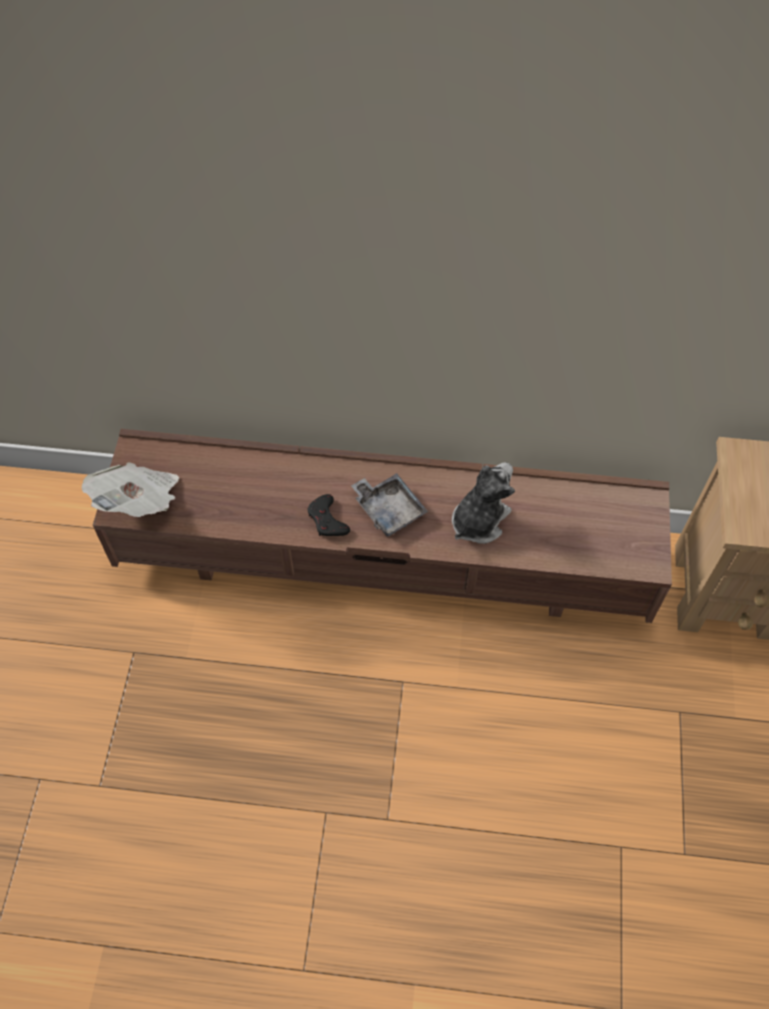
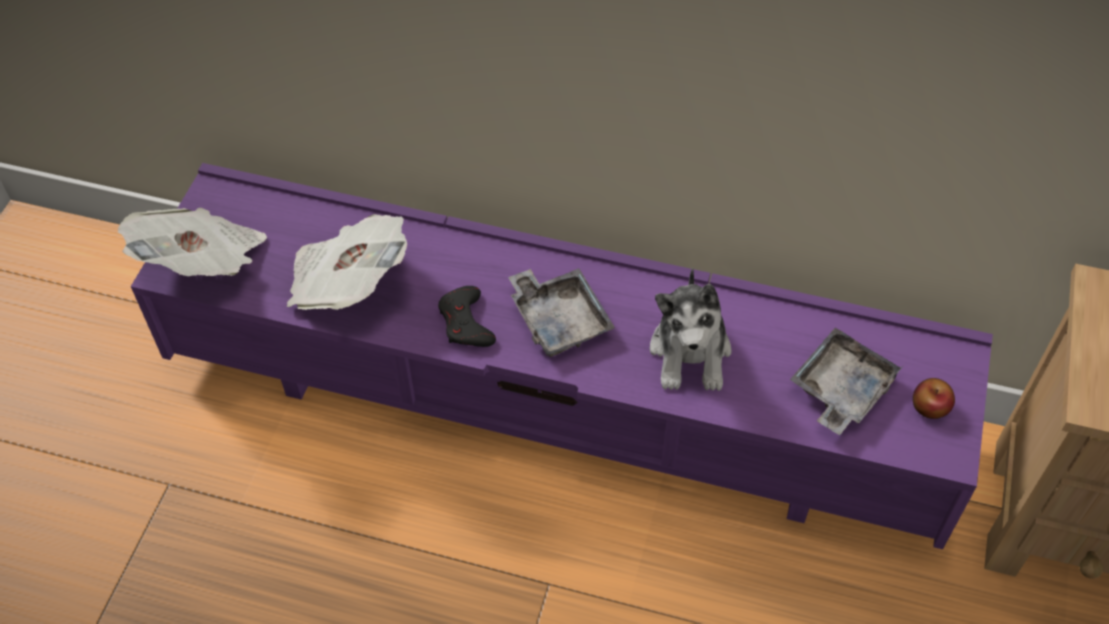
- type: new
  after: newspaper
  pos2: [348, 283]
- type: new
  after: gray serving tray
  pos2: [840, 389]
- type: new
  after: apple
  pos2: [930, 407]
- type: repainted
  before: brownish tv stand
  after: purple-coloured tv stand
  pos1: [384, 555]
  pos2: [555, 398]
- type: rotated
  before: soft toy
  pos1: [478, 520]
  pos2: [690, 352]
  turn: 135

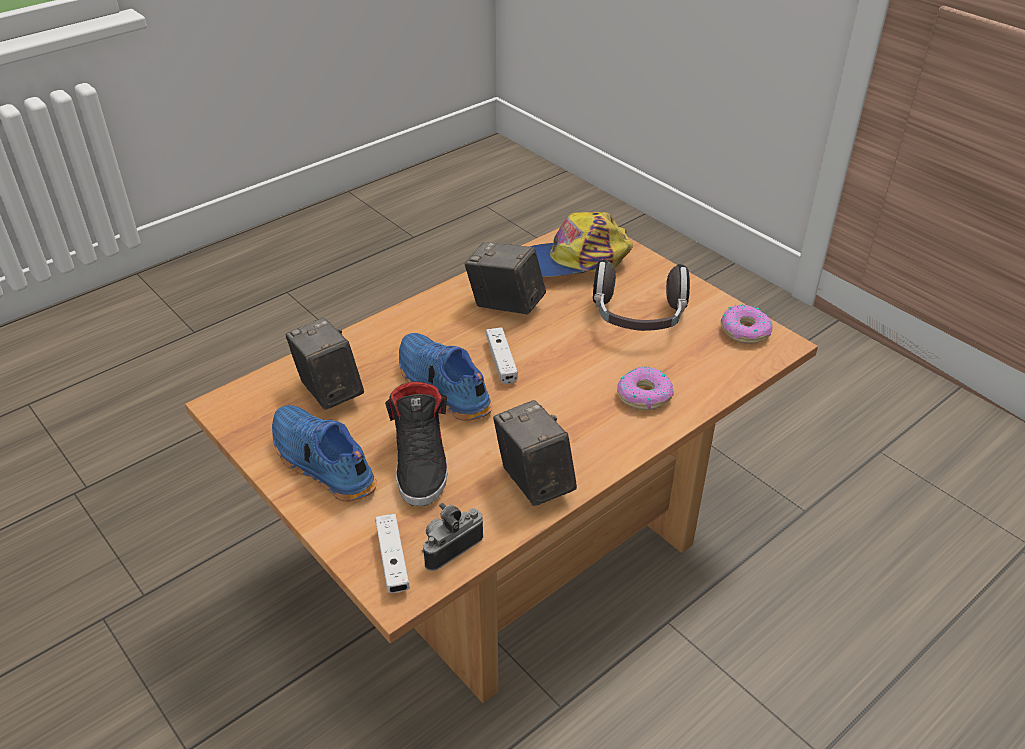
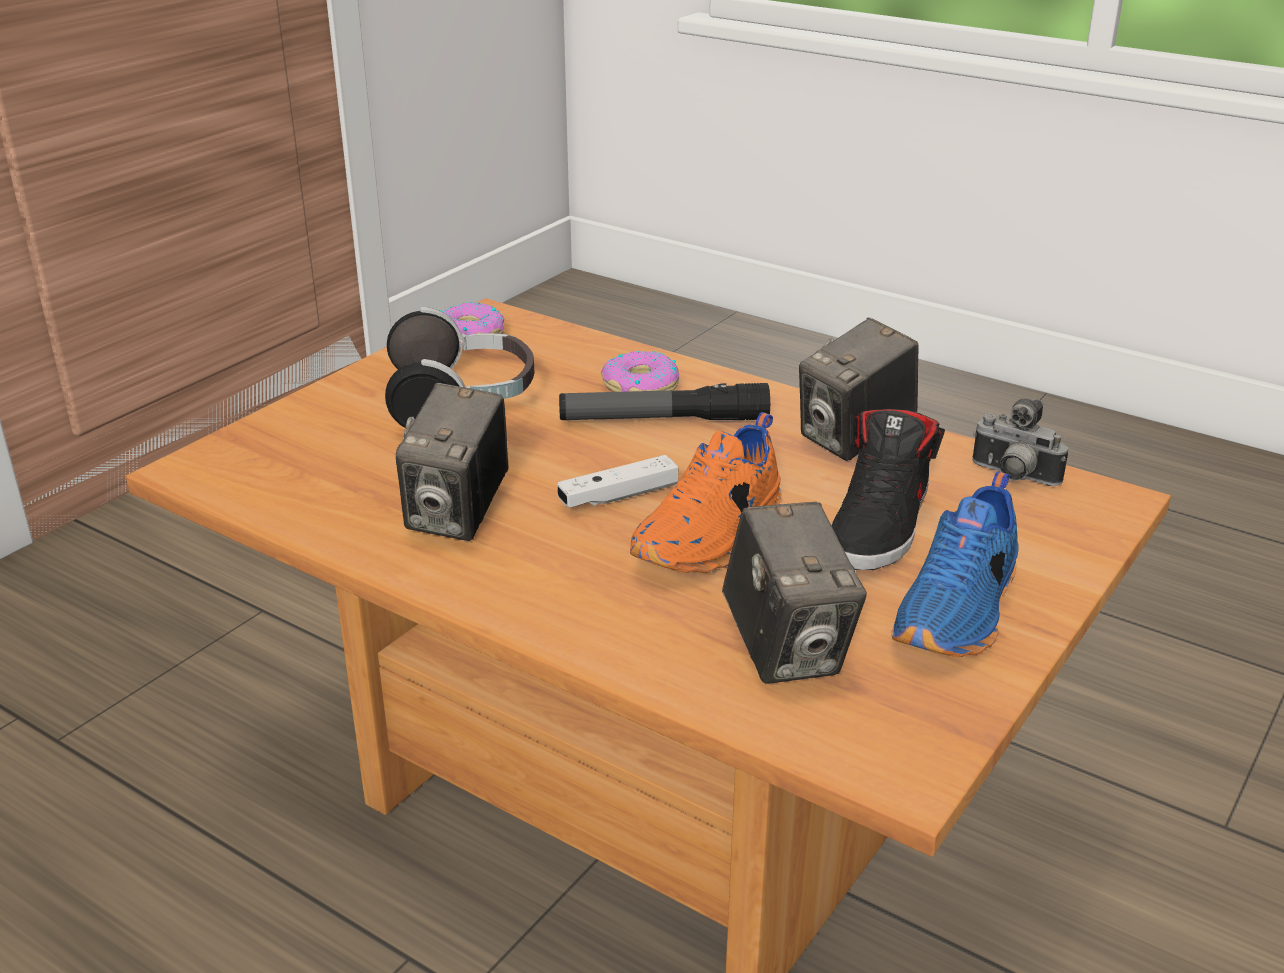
- type: gone
  before: whitish gamepad
  pos1: [392, 560]
- type: gone
  before: baseball cap
  pos1: [576, 260]
- type: new
  after: flashlight
  pos2: [663, 420]
- type: repainted
  before: bluish item of footwear
  after: orange item of footwear
  pos1: [442, 388]
  pos2: [712, 537]
- type: rotated
  before: still camera
  pos1: [329, 391]
  pos2: [787, 649]
  turn: -60
- type: rotated
  before: blackish item of footwear
  pos1: [421, 460]
  pos2: [881, 525]
  turn: 135

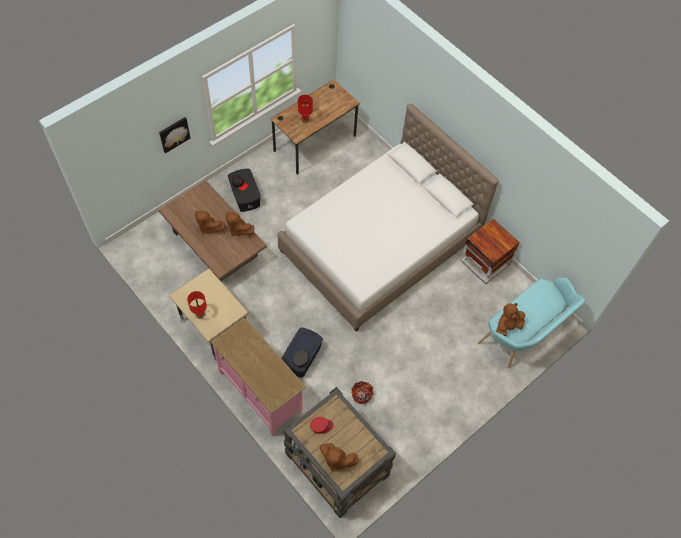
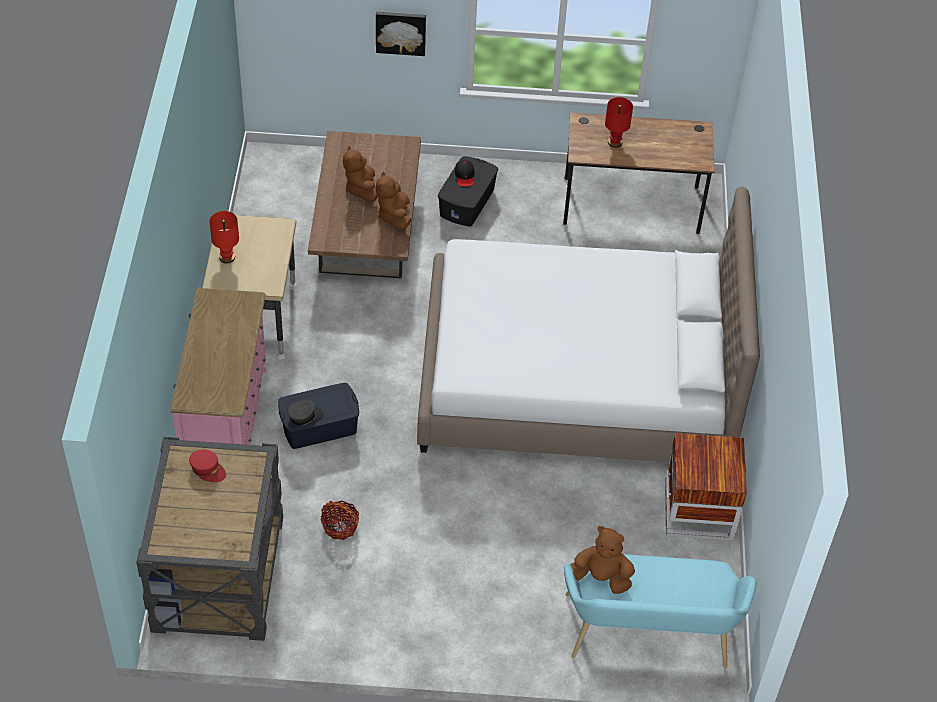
- type: gone
  before: brownish soft toy
  pos1: [336, 459]

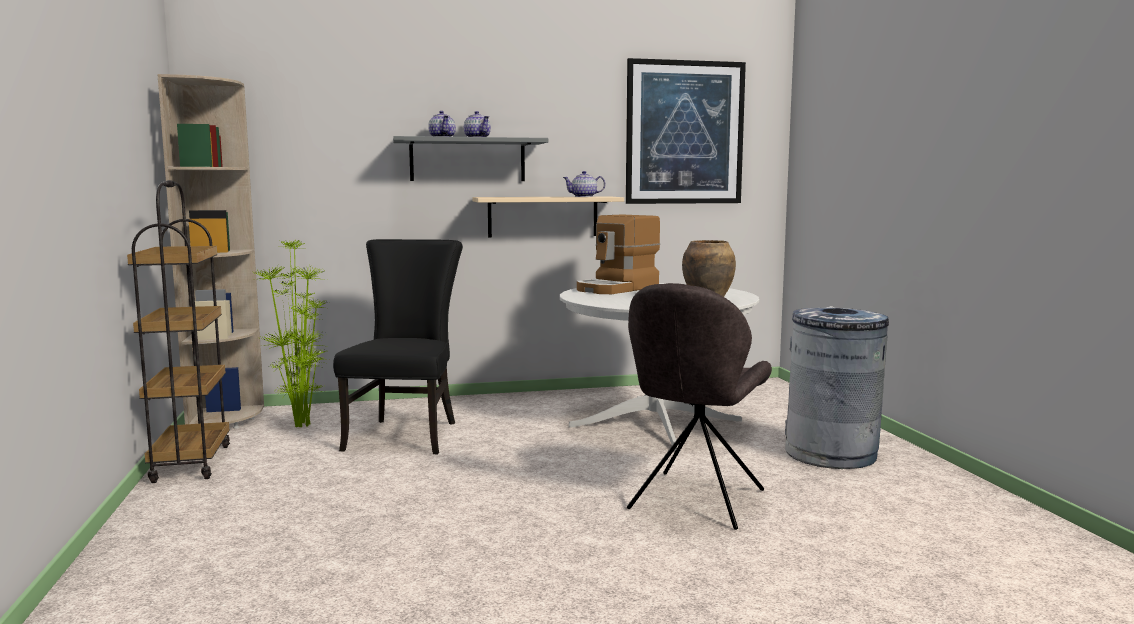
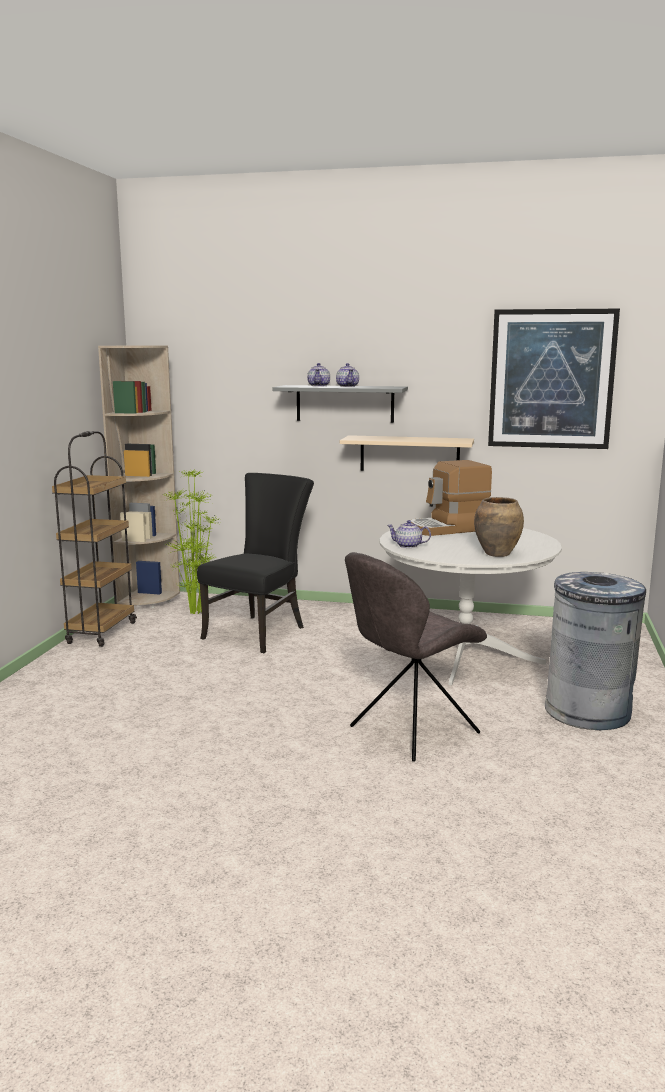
- type: shifted
  before: teapot
  pos1: [584, 196]
  pos2: [408, 546]

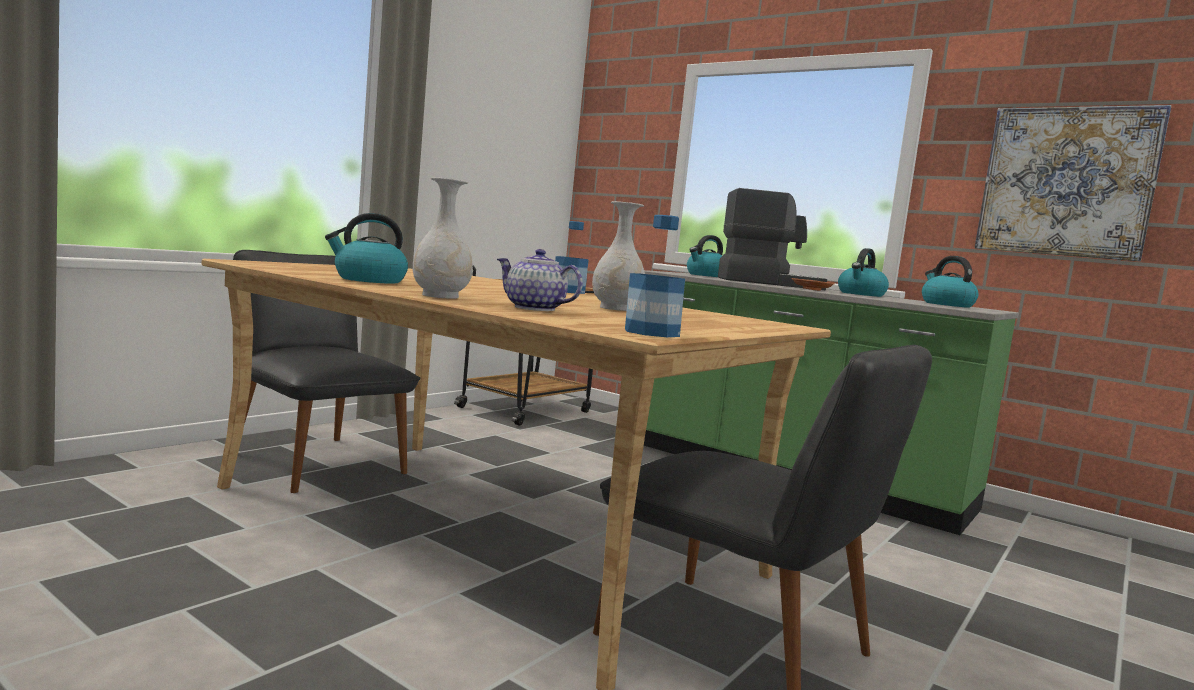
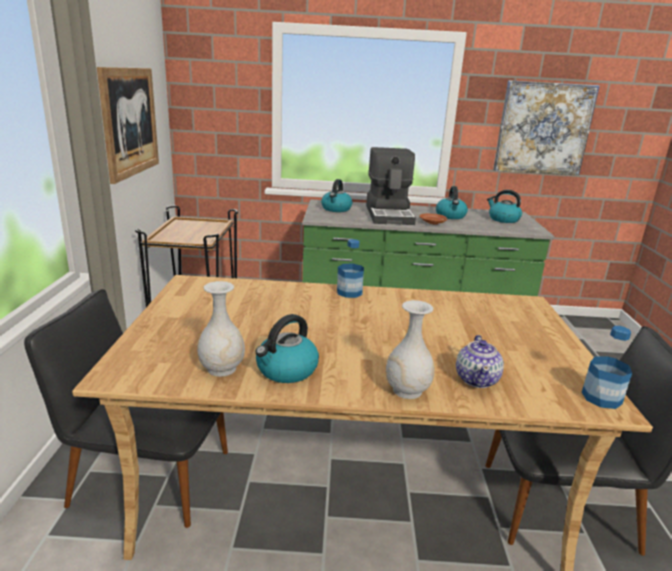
- type: new
  after: picture
  pos2: [130, 122]
- type: shifted
  before: whitish decorative vase
  pos1: [616, 309]
  pos2: [222, 369]
- type: rotated
  before: teapot
  pos1: [535, 308]
  pos2: [477, 379]
  turn: -75
- type: rotated
  before: coffee maker
  pos1: [767, 283]
  pos2: [390, 215]
  turn: 120

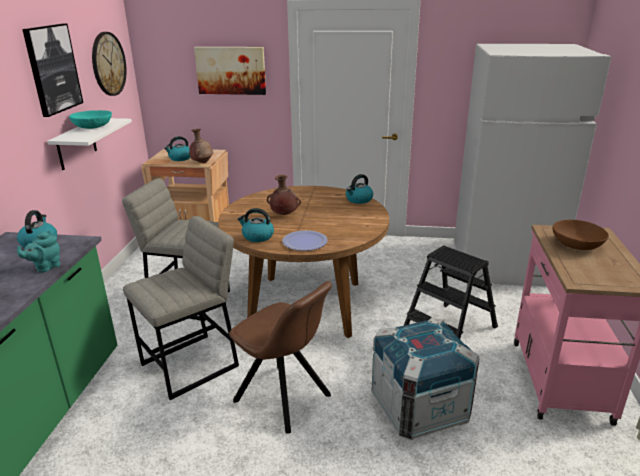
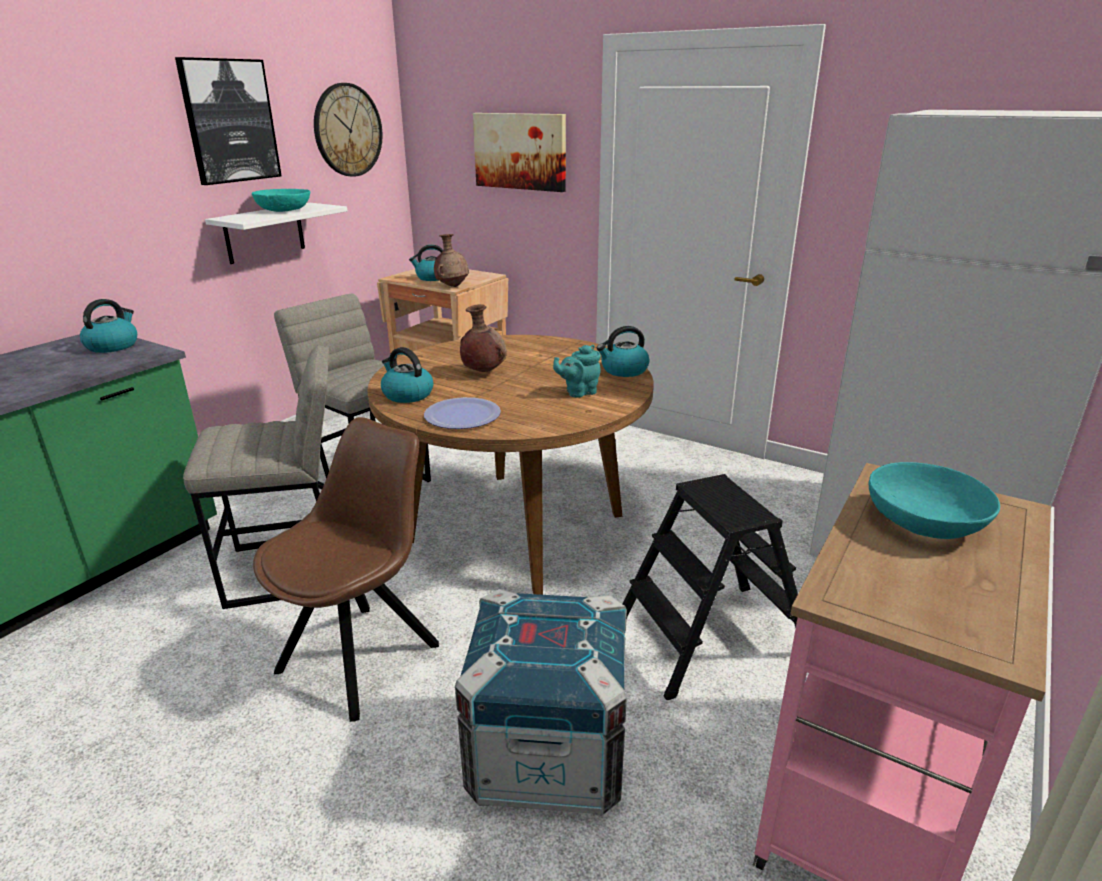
- type: shifted
  before: turquoise-coloured teapot
  pos1: [45, 267]
  pos2: [578, 392]
- type: repainted
  before: brownish deep dish
  after: turquoise-coloured deep dish
  pos1: [577, 245]
  pos2: [924, 523]
- type: rotated
  before: brownish chair
  pos1: [283, 398]
  pos2: [361, 658]
  turn: -120

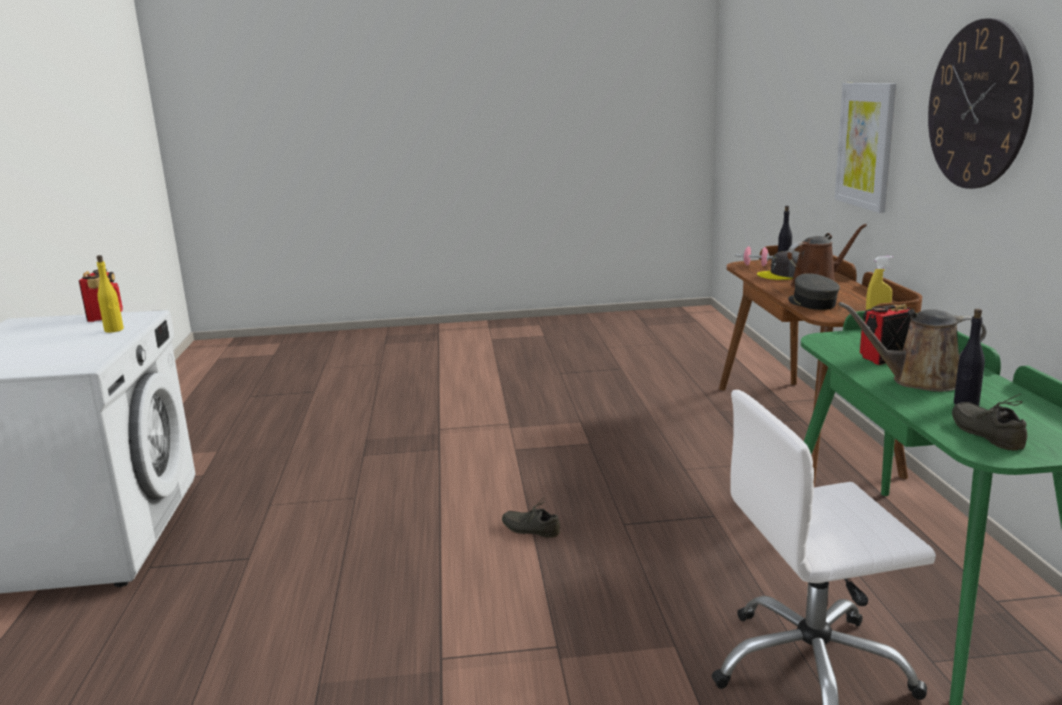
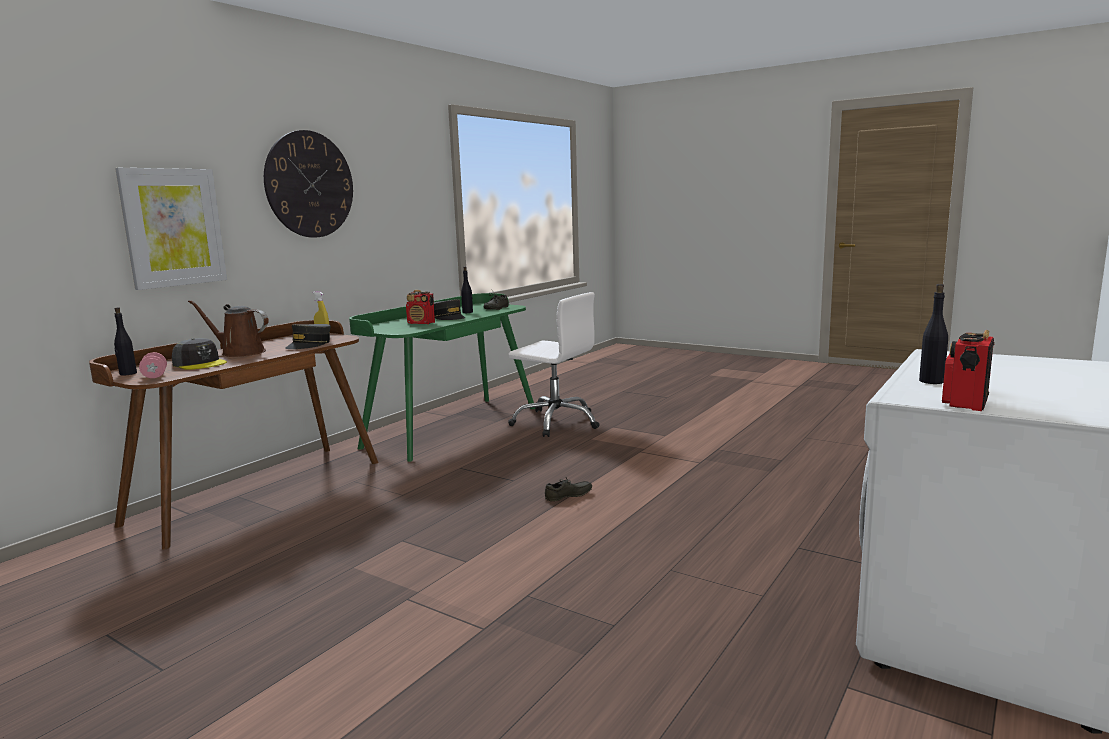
- type: swapped
  before: brownish watering can
  after: gray baseball cap
  pos1: [919, 381]
  pos2: [448, 317]
- type: repainted
  before: yellow-coloured beverage bottle
  after: blackish beverage bottle
  pos1: [114, 330]
  pos2: [931, 381]
- type: rotated
  before: gray item of footwear
  pos1: [531, 528]
  pos2: [569, 496]
  turn: -90

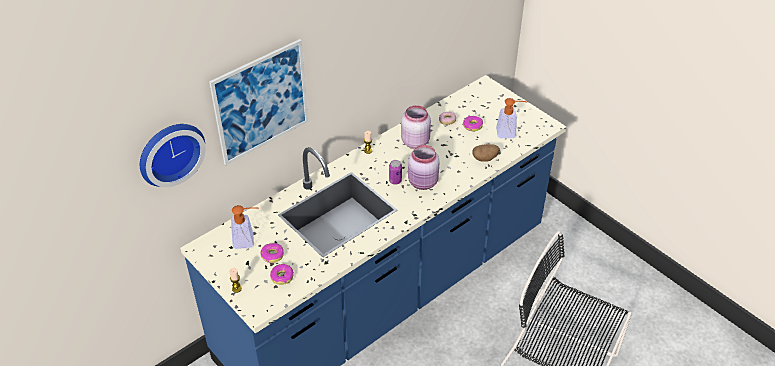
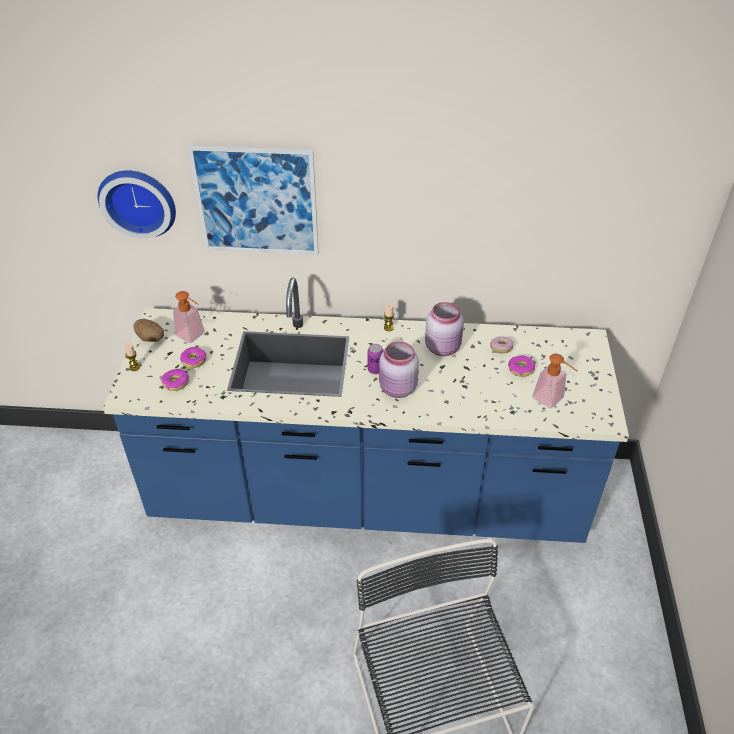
- type: shifted
  before: potato
  pos1: [485, 158]
  pos2: [151, 338]

